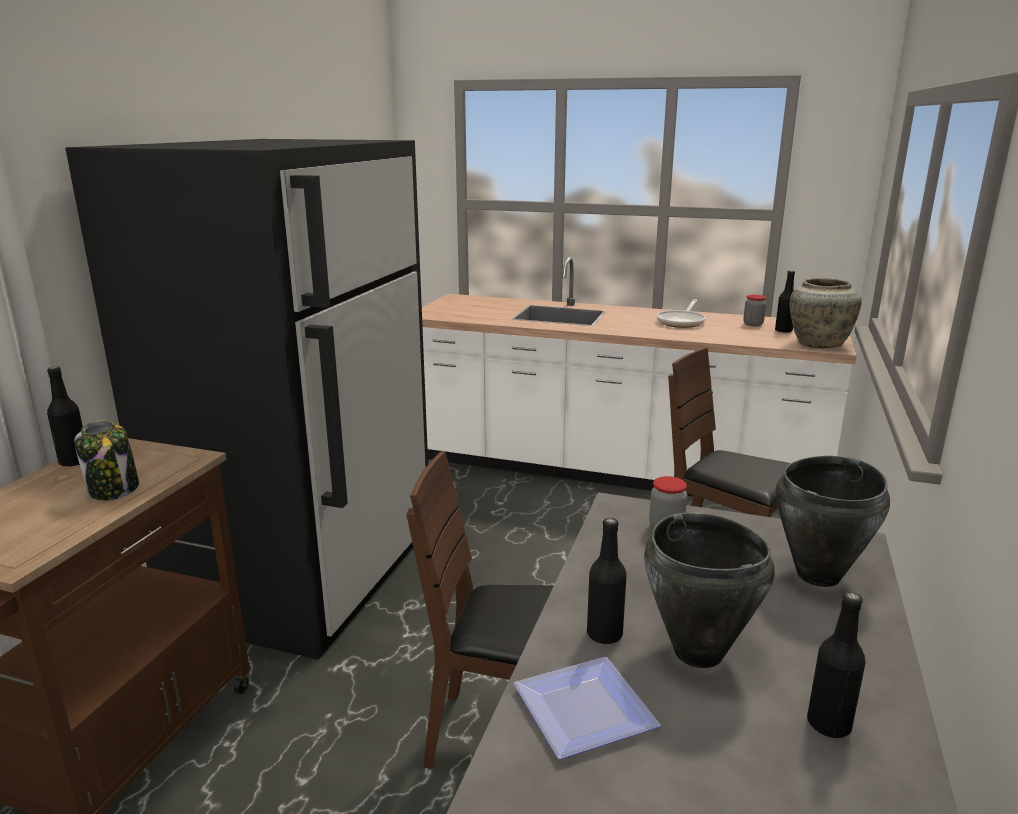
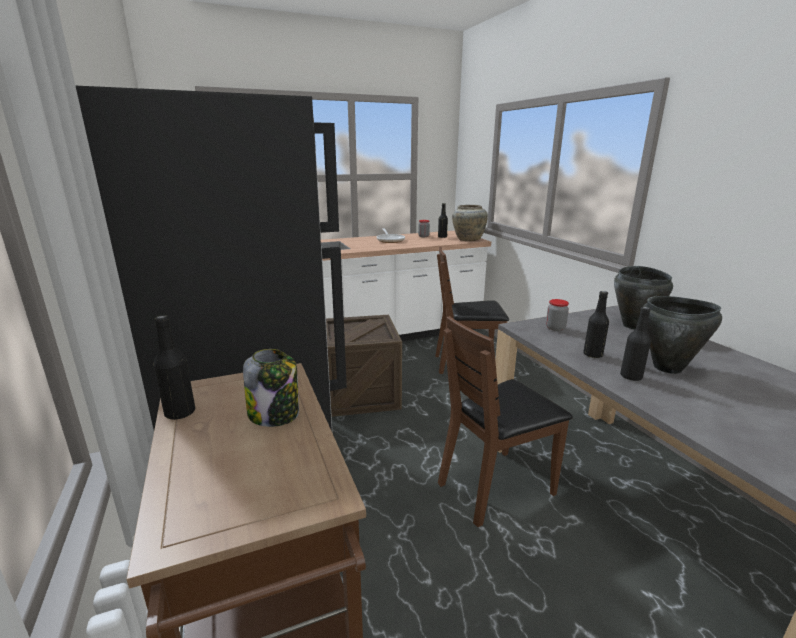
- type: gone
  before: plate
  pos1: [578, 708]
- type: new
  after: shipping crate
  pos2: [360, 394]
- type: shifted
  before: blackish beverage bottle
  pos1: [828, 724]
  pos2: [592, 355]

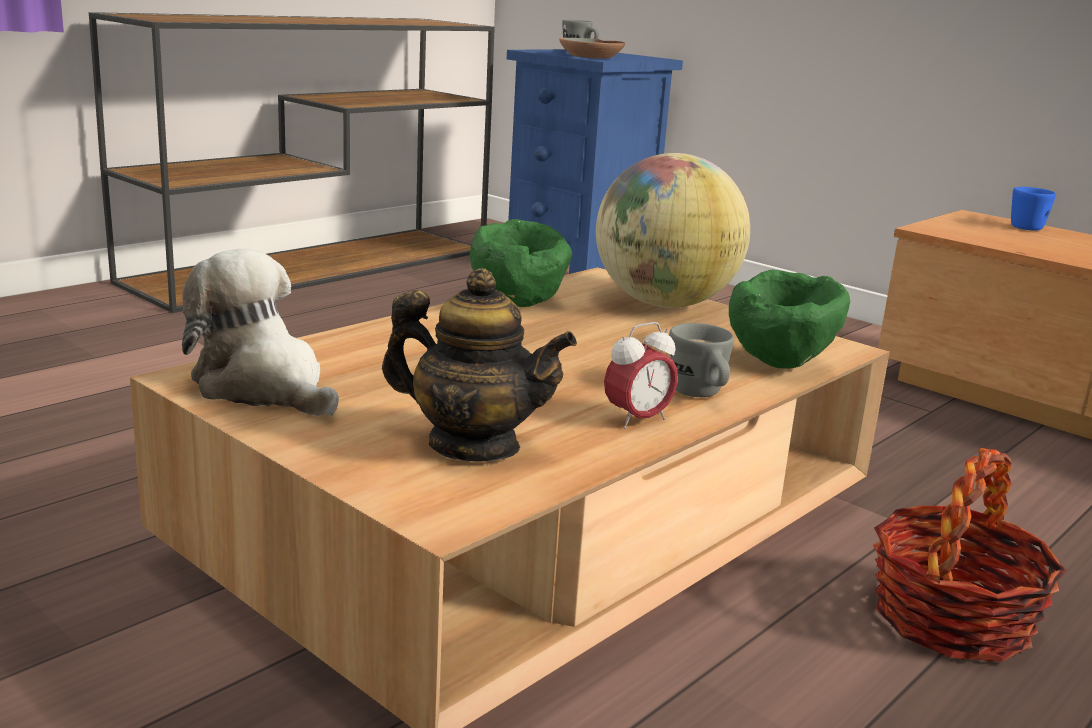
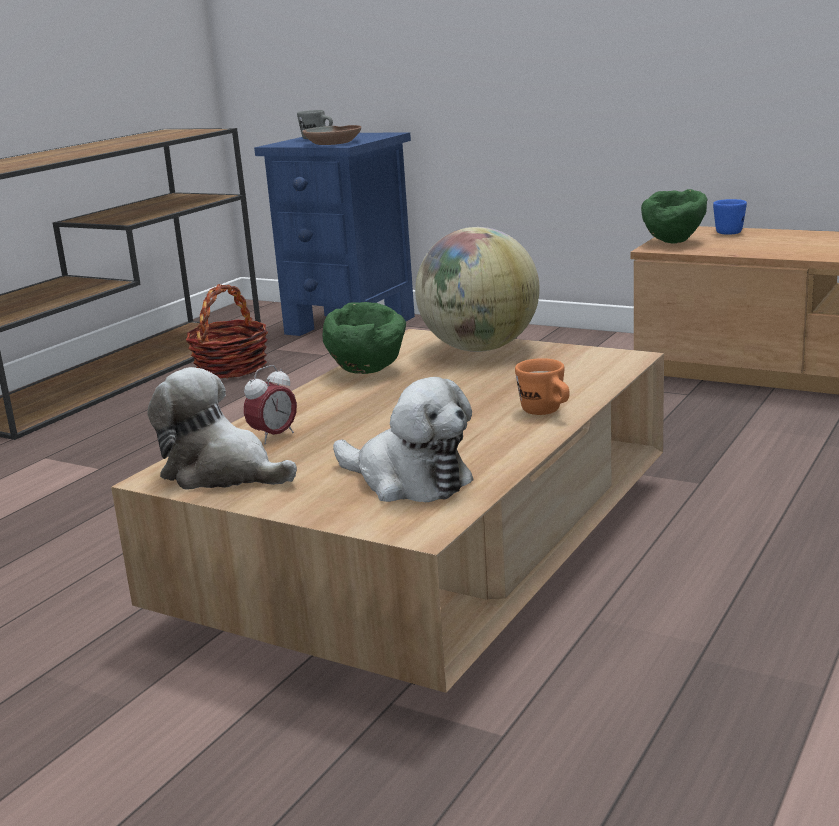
- type: shifted
  before: alarm clock
  pos1: [637, 420]
  pos2: [274, 437]
- type: shifted
  before: green deep dish
  pos1: [780, 365]
  pos2: [674, 242]
- type: shifted
  before: household basket
  pos1: [951, 619]
  pos2: [231, 368]
- type: swapped
  before: teapot
  after: soft toy
  pos1: [473, 445]
  pos2: [408, 481]
- type: repainted
  before: gray coffee mug
  after: orange coffee mug
  pos1: [700, 395]
  pos2: [546, 412]

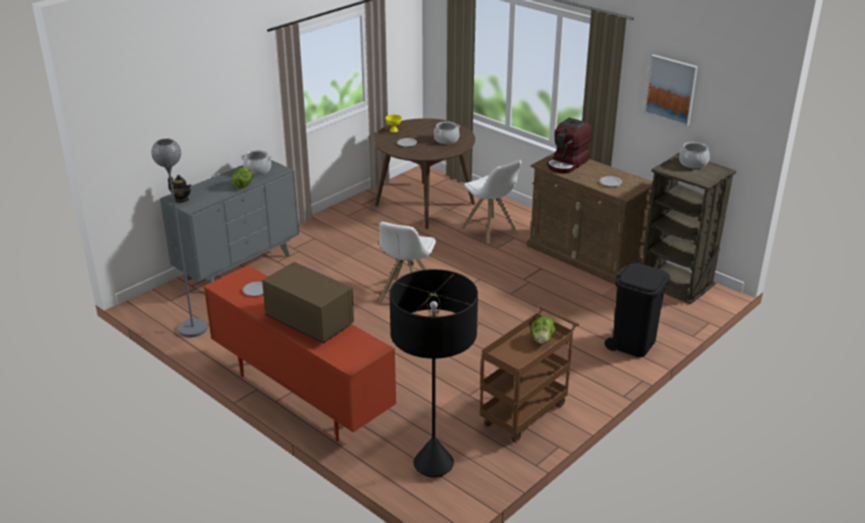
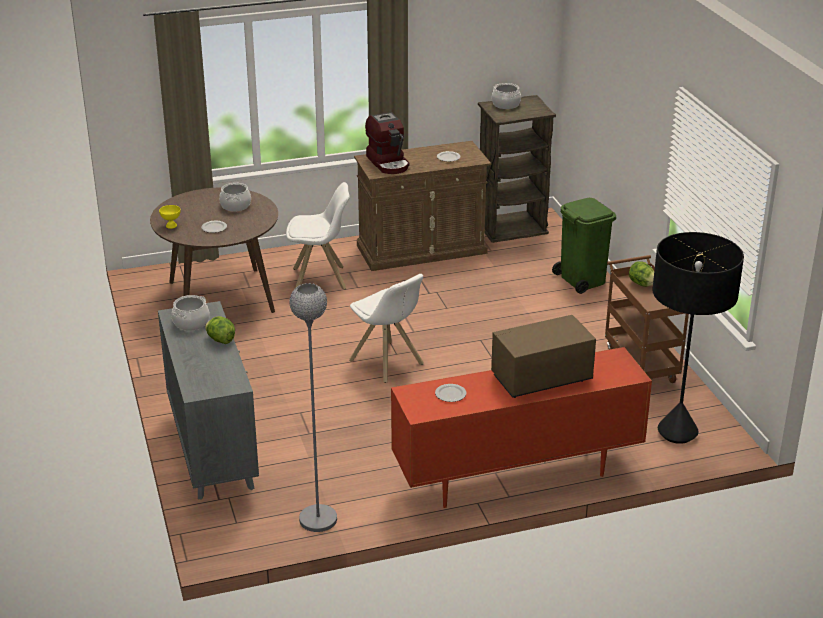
- type: gone
  before: teapot
  pos1: [181, 199]
- type: gone
  before: picture
  pos1: [671, 89]
- type: repainted
  before: blackish rubbish bin
  after: green rubbish bin
  pos1: [633, 343]
  pos2: [581, 279]

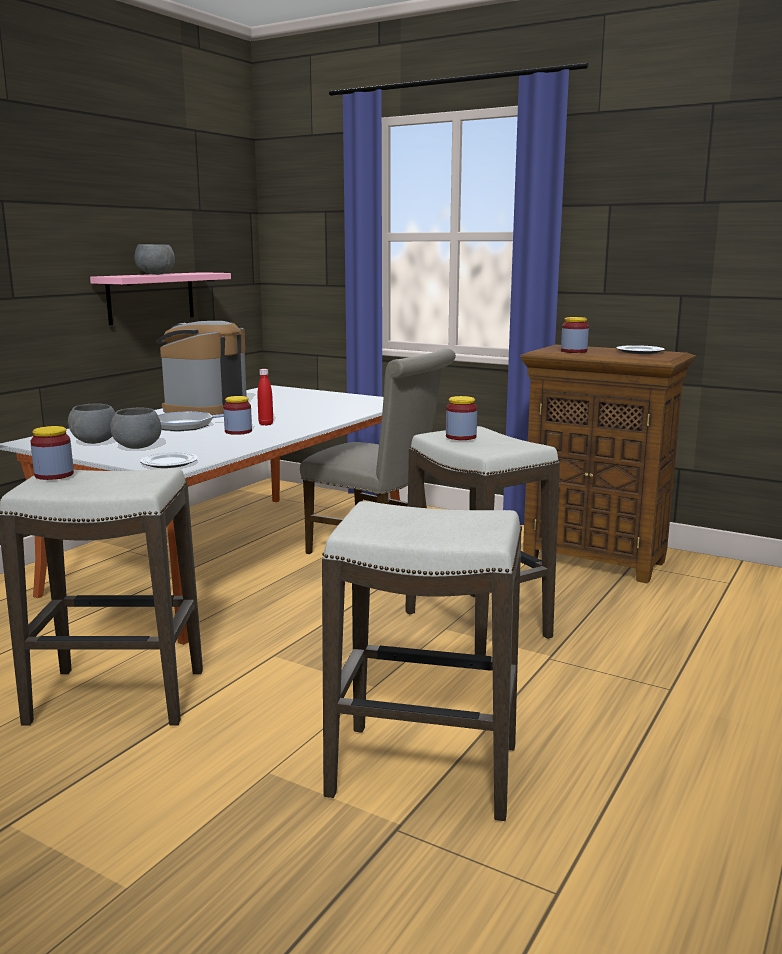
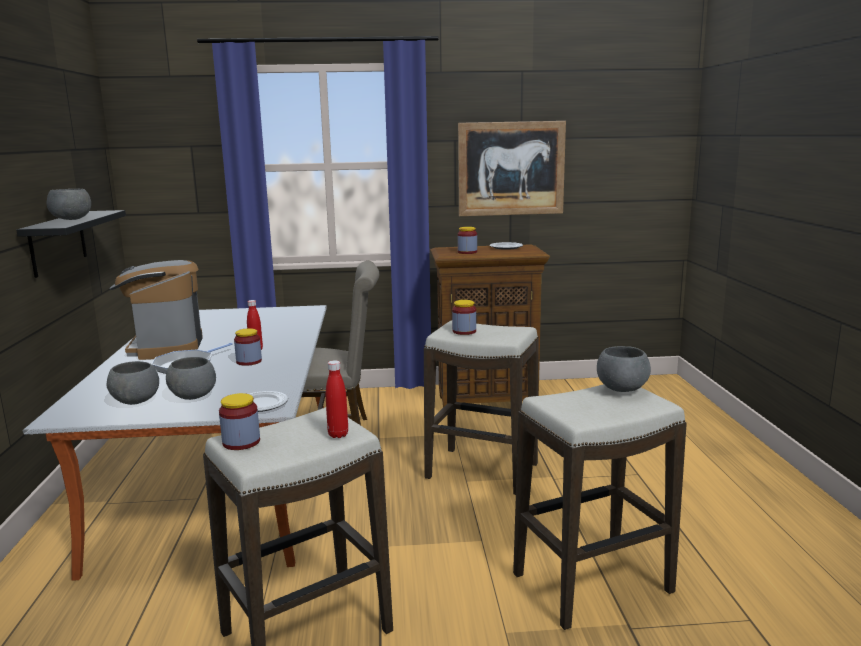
- type: new
  after: red beverage bottle
  pos2: [338, 434]
- type: new
  after: picture
  pos2: [511, 168]
- type: new
  after: gray deep dish
  pos2: [622, 389]
- type: repainted
  before: pinkish bracket shelf
  after: blackish bracket shelf
  pos1: [151, 297]
  pos2: [58, 242]

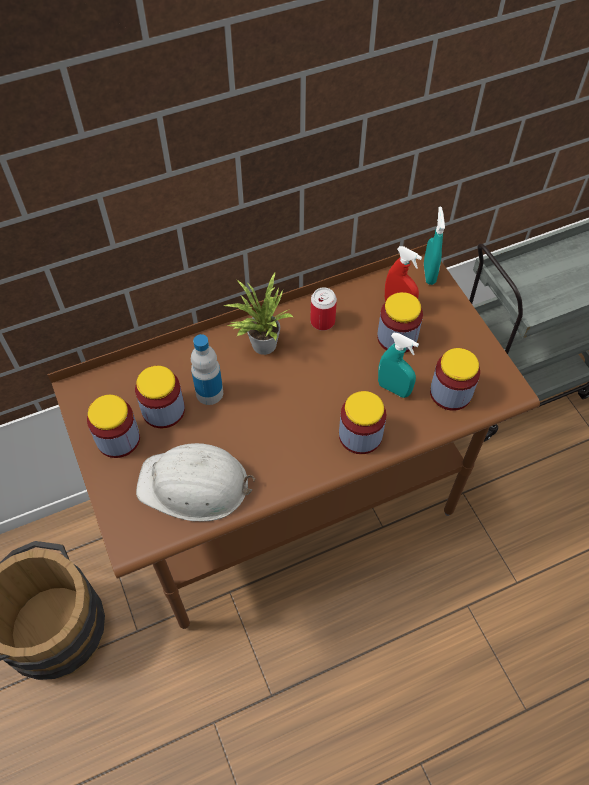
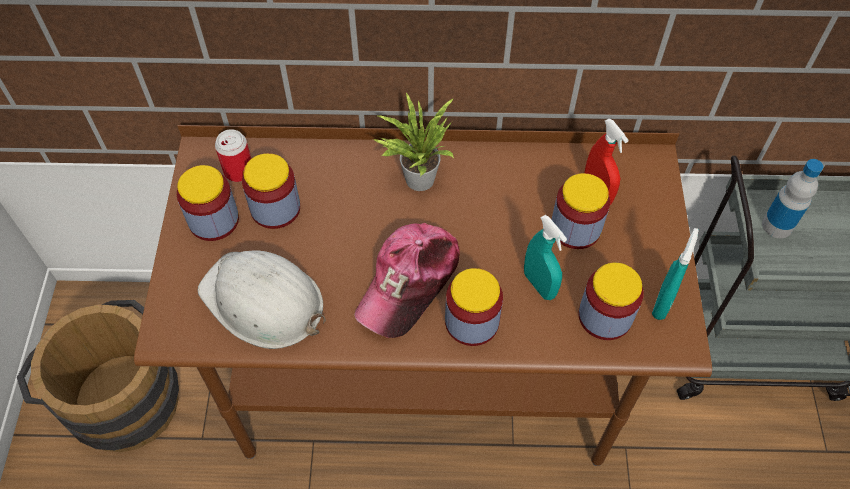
- type: new
  after: baseball cap
  pos2: [409, 283]
- type: shifted
  before: beverage bottle
  pos1: [209, 393]
  pos2: [777, 225]
- type: shifted
  before: can
  pos1: [322, 321]
  pos2: [239, 171]
- type: shifted
  before: turquoise-coloured spray bottle
  pos1: [429, 274]
  pos2: [662, 303]

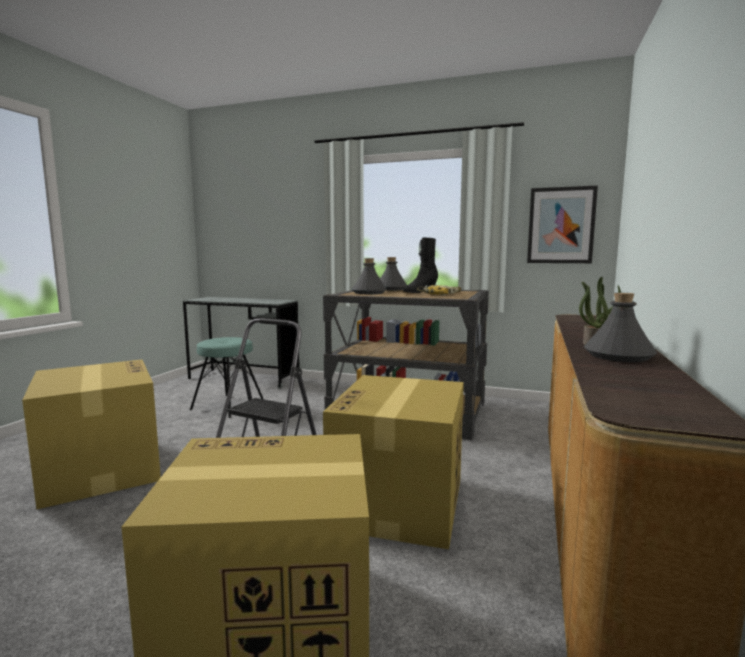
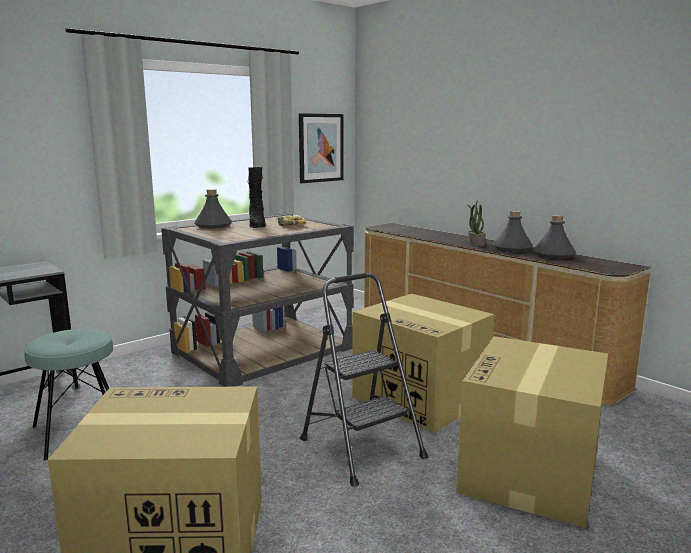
- type: shifted
  before: gray beverage bottle
  pos1: [369, 293]
  pos2: [553, 255]

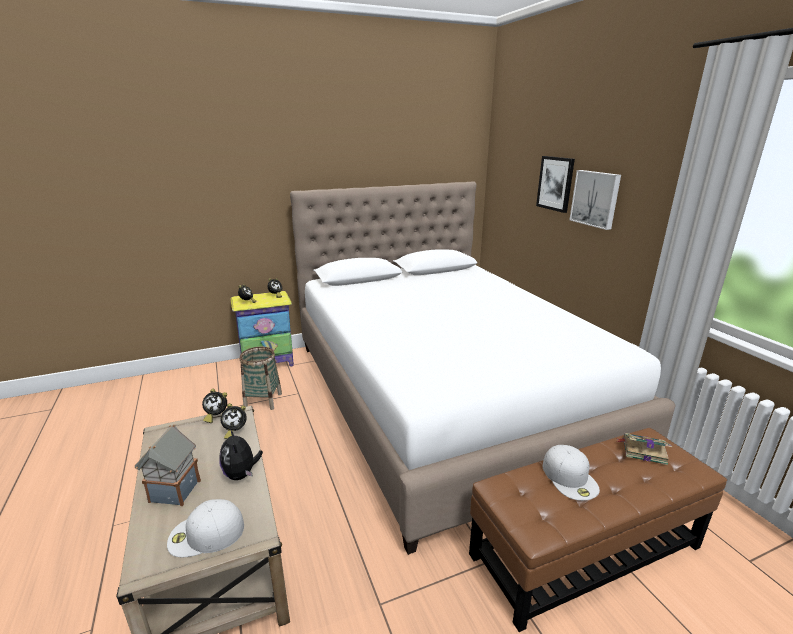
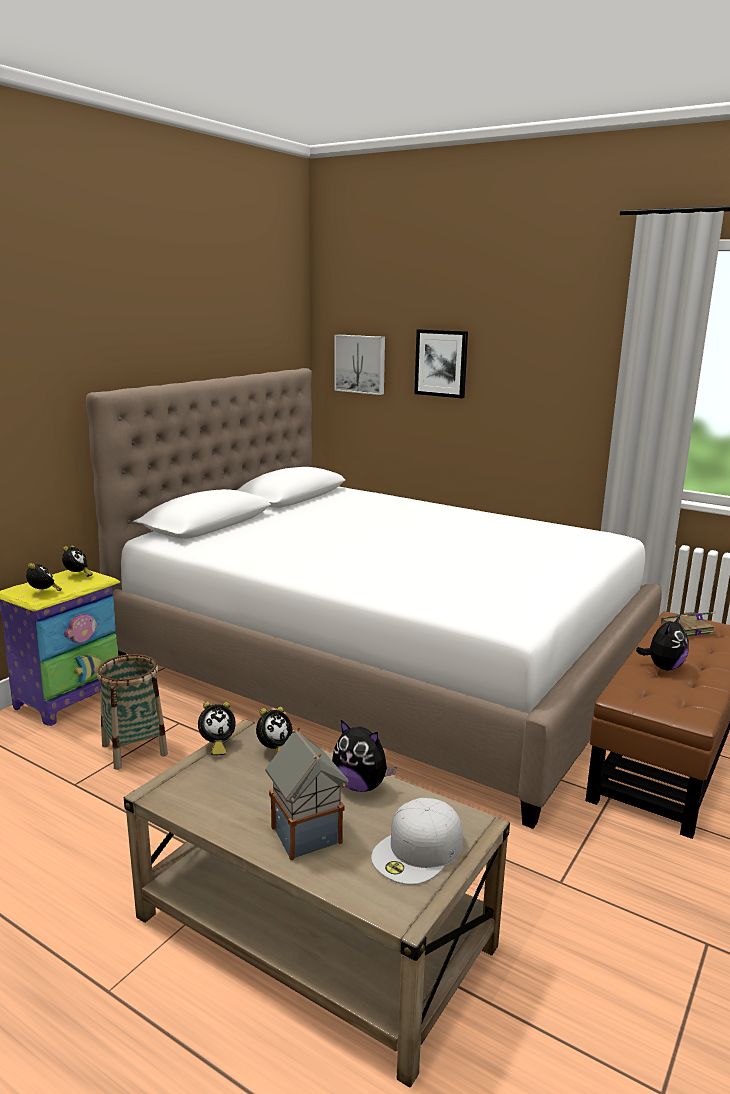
- type: shifted
  before: picture
  pos1: [596, 198]
  pos2: [361, 364]
- type: swapped
  before: whitish baseball cap
  after: soft toy
  pos1: [570, 477]
  pos2: [663, 667]

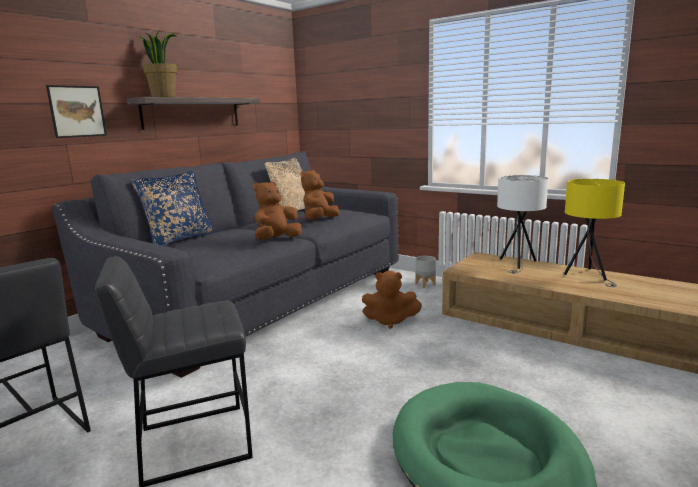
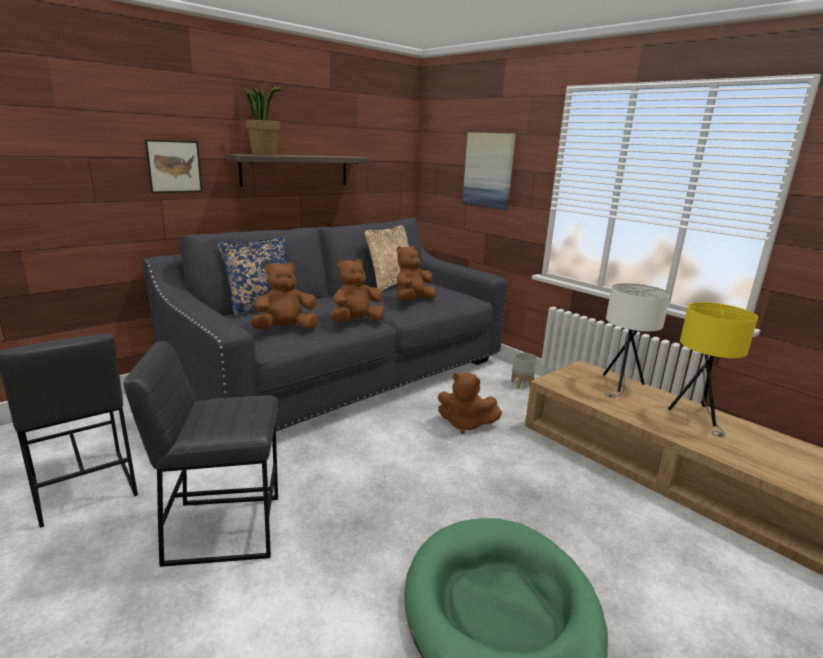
- type: new
  after: brownish soft toy
  pos2: [285, 329]
- type: new
  after: picture
  pos2: [488, 170]

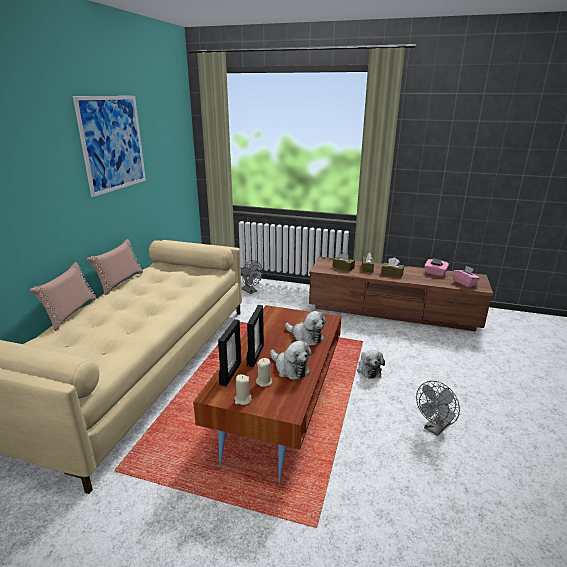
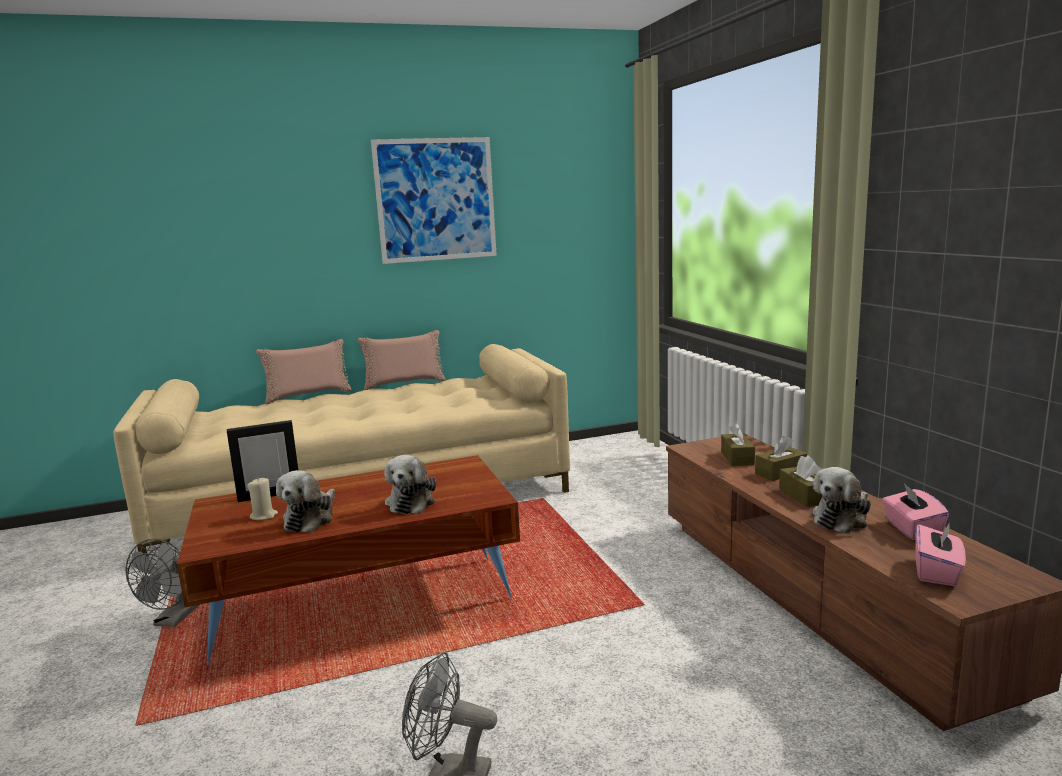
- type: gone
  before: sand-coloured wax light
  pos1: [243, 400]
- type: gone
  before: standing frame
  pos1: [255, 355]
- type: shifted
  before: gray electric fan
  pos1: [250, 291]
  pos2: [173, 620]
- type: shifted
  before: soft toy
  pos1: [368, 369]
  pos2: [842, 519]

